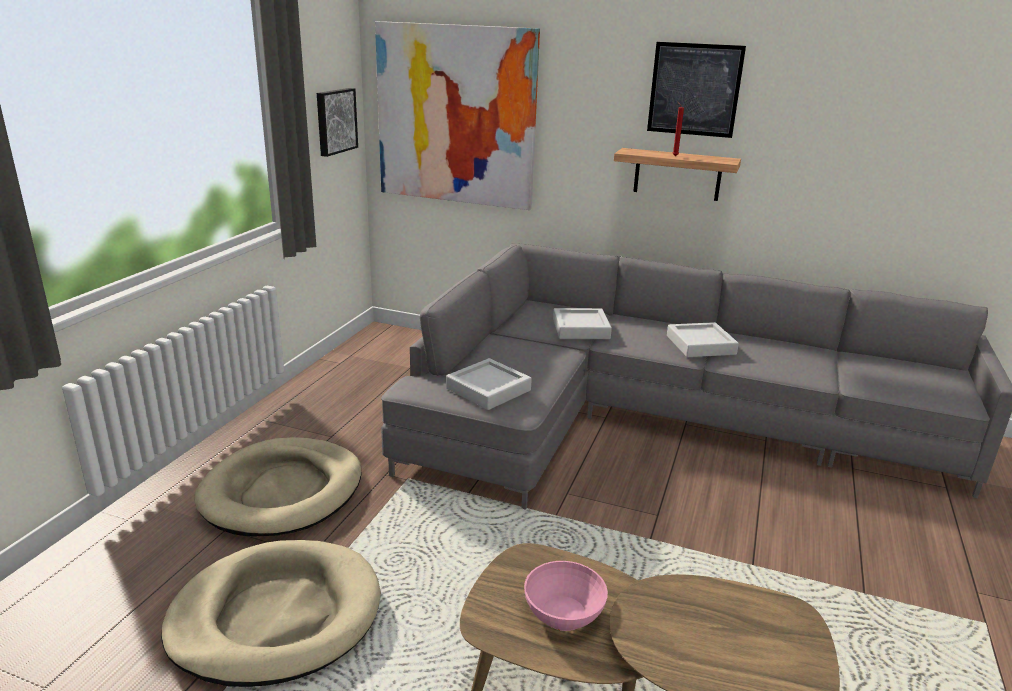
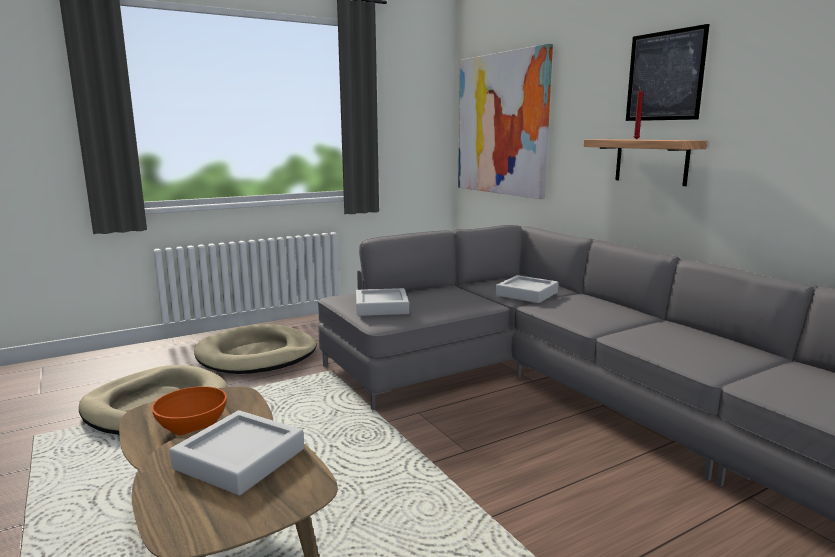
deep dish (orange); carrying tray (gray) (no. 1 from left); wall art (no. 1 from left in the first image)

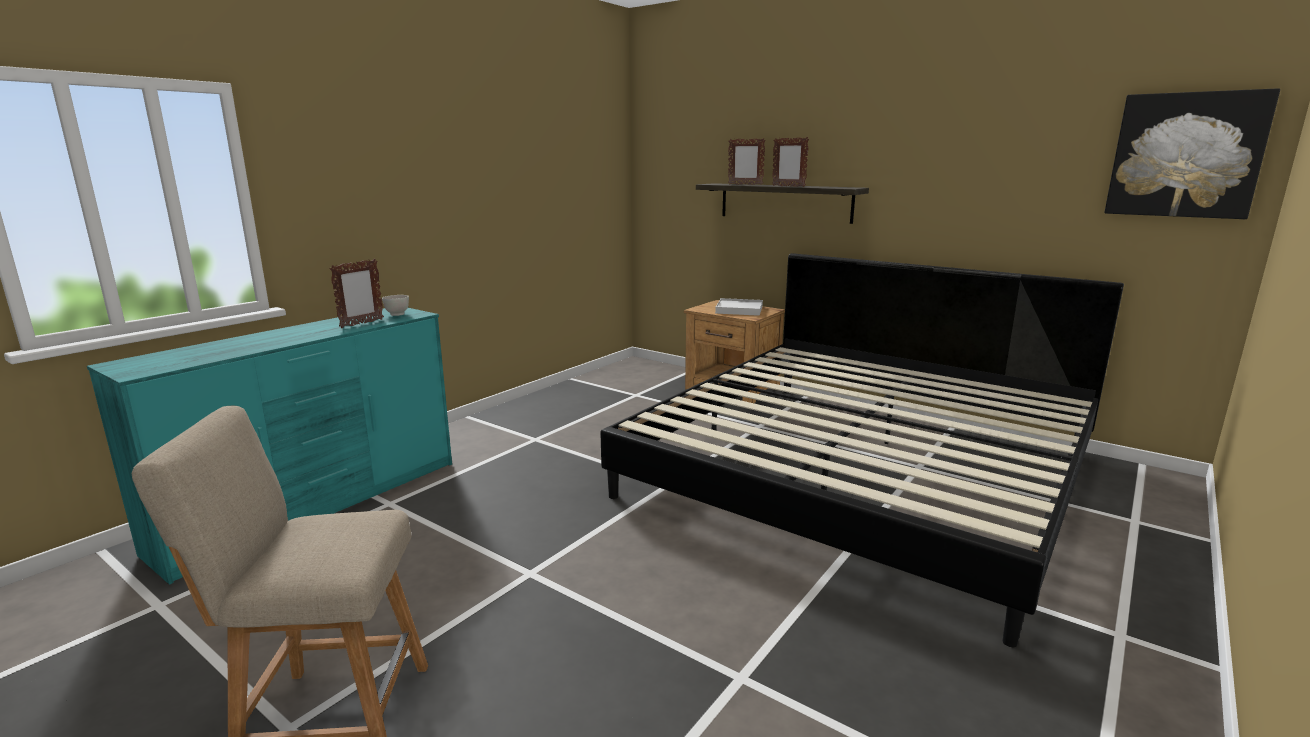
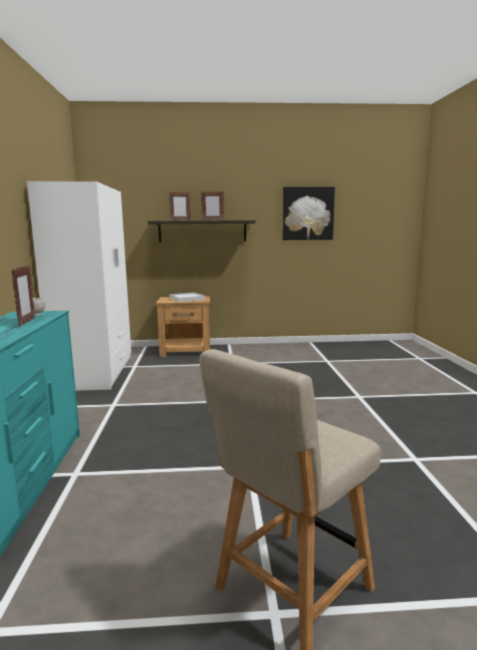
clothes cupboard (whitish); wall art; sleeping bed

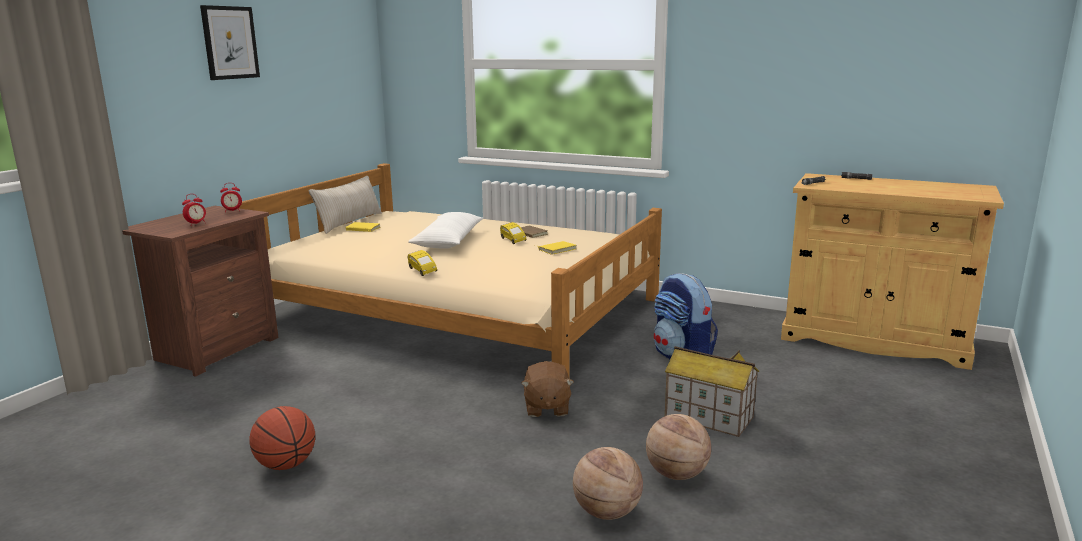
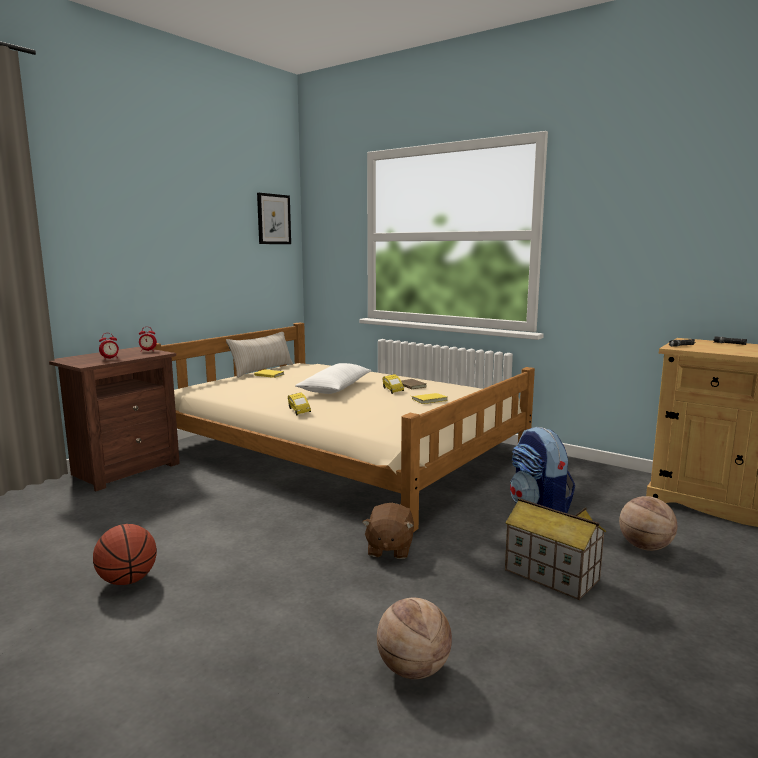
wall art; ball for basketball (no. 3 from left)

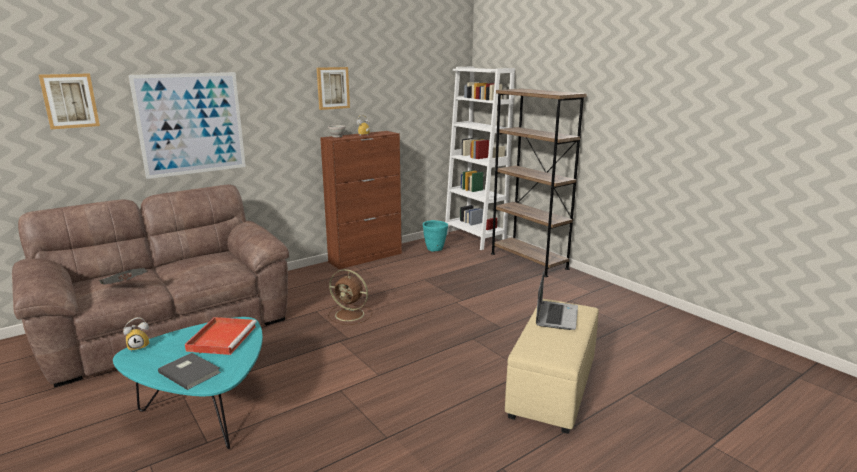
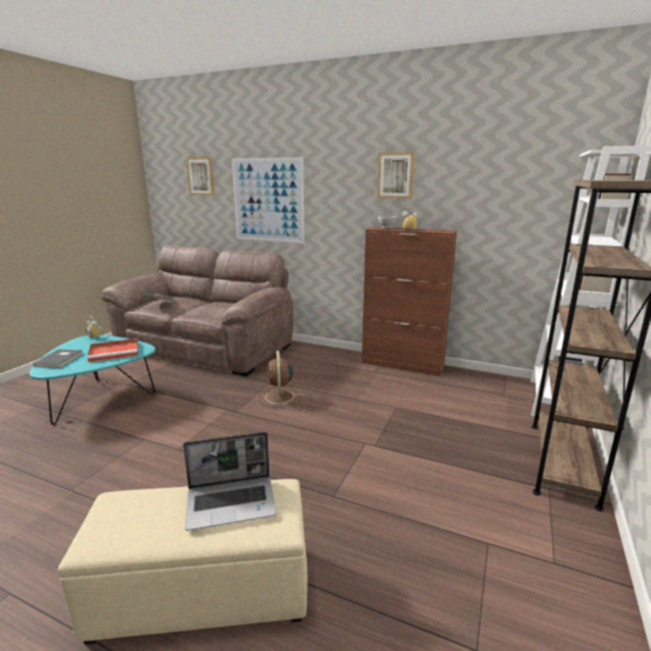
planter (turquoise)

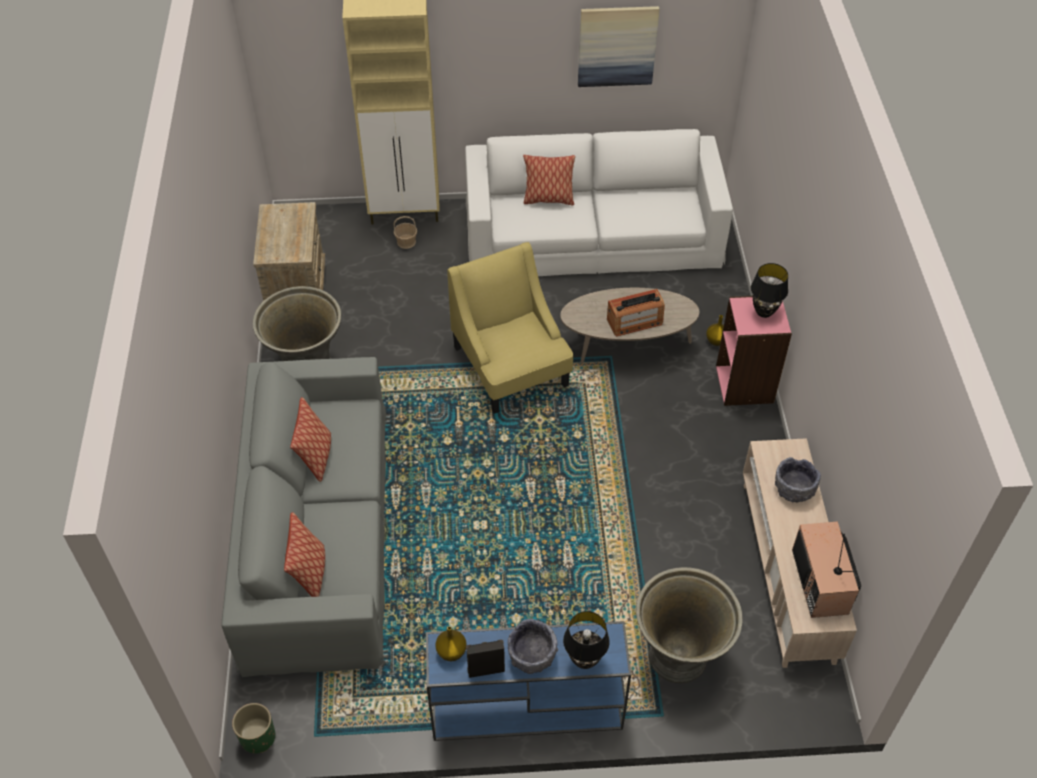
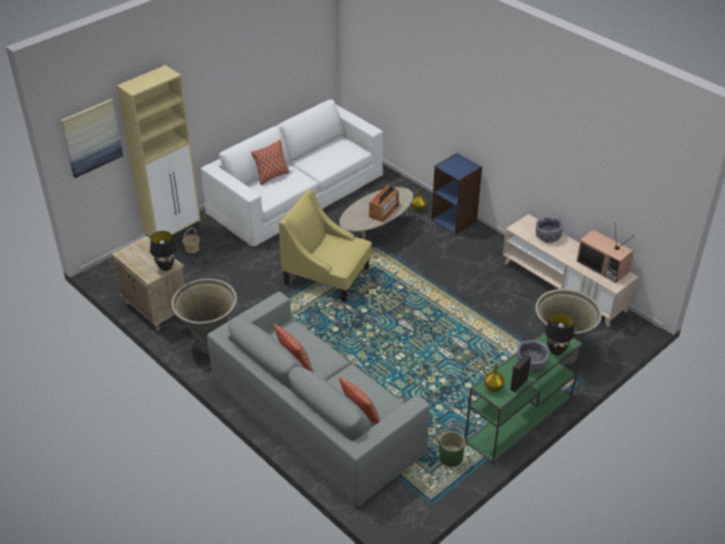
wall art; table lamp (blackish) (no. 1 from left); bookcase (blue-coloured); planter (greenish); console table (greenish)

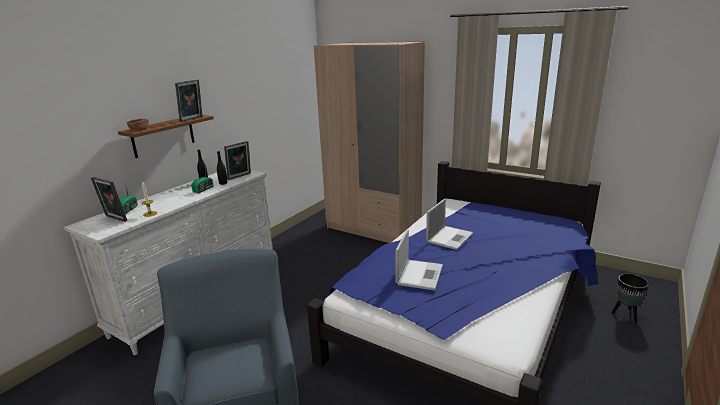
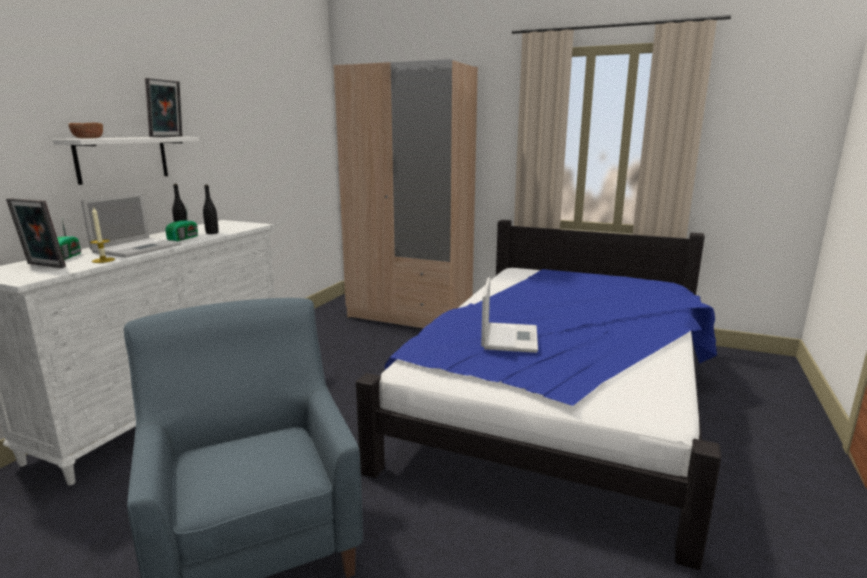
shelf (whitish); notebook computer (no. 1 from left); standing frame (no. 3 from left in the first image); planter (blackish)

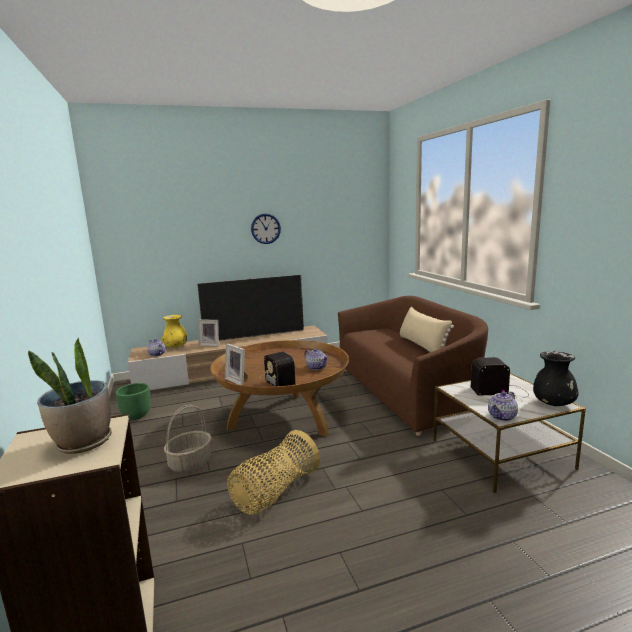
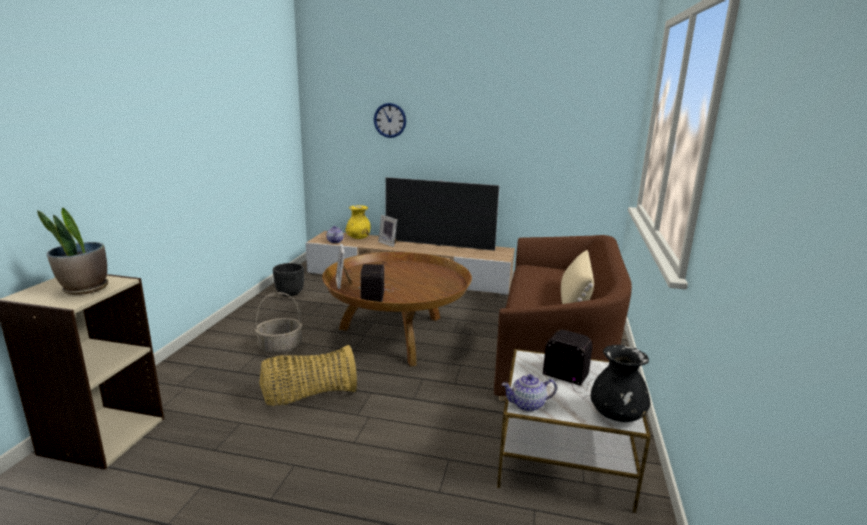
planter (blackish); hanging clock; pot for tea (no. 2 from left in the first image)

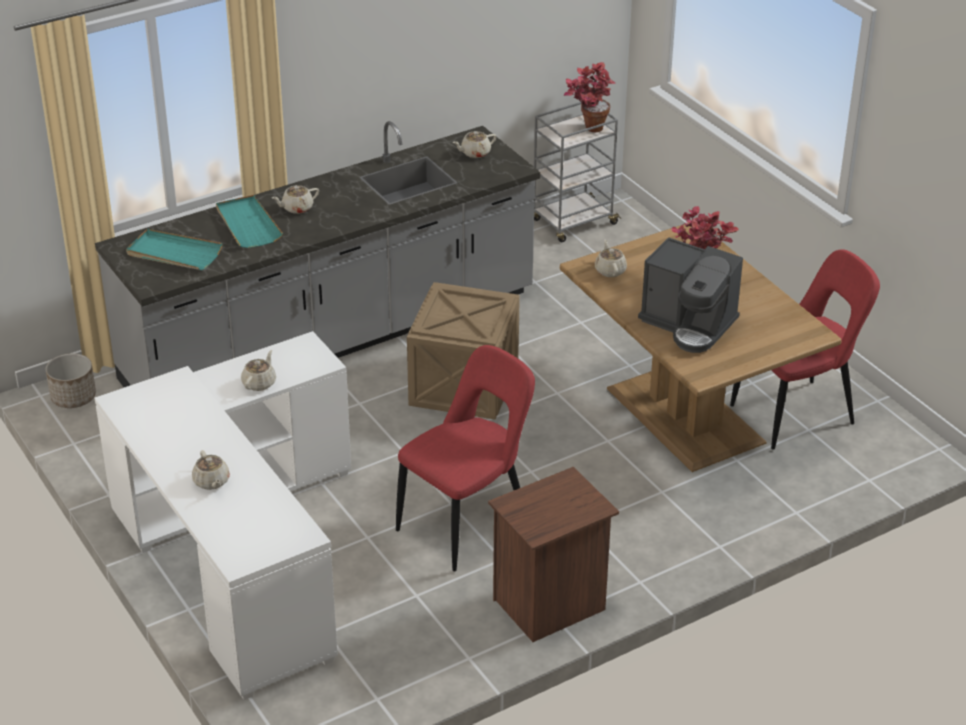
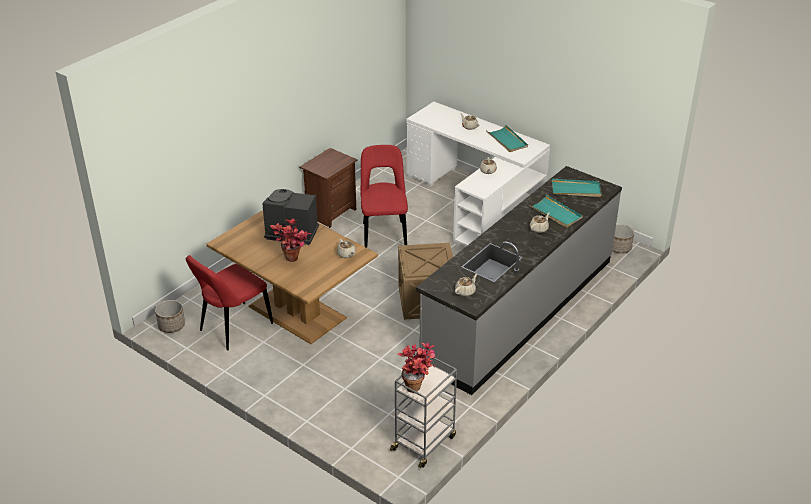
planter (no. 1 from left); upright chair (reddish) (no. 2 from left); carrying tray (turquoise) (no. 1 from left)

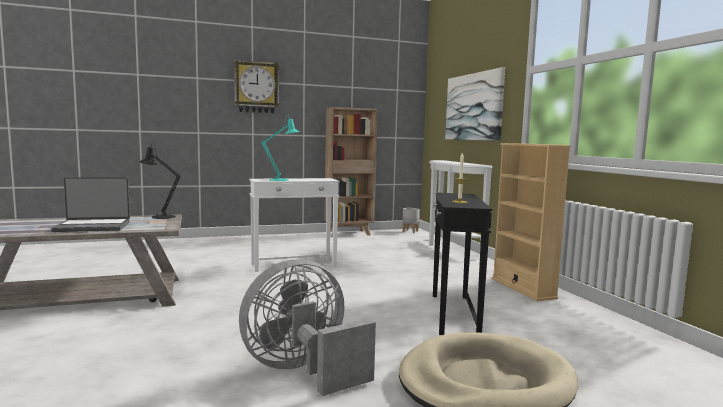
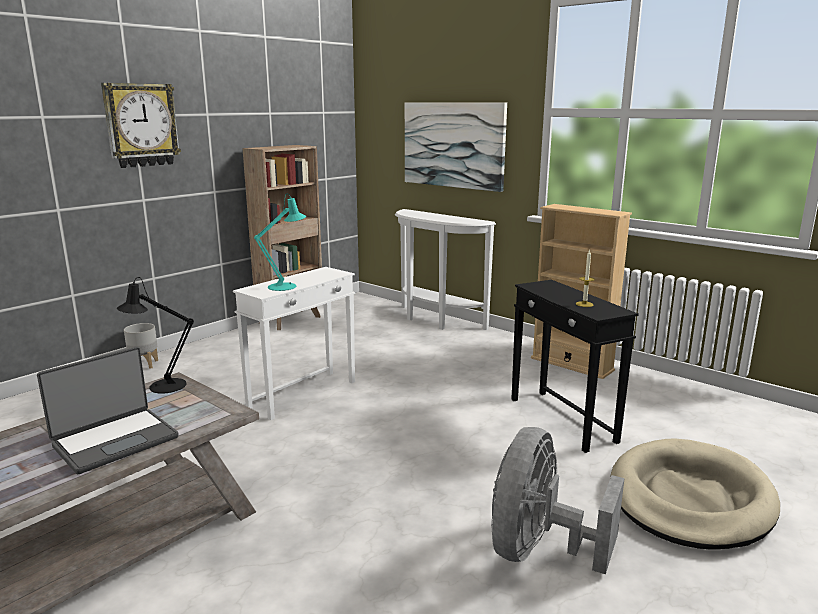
planter (gray)

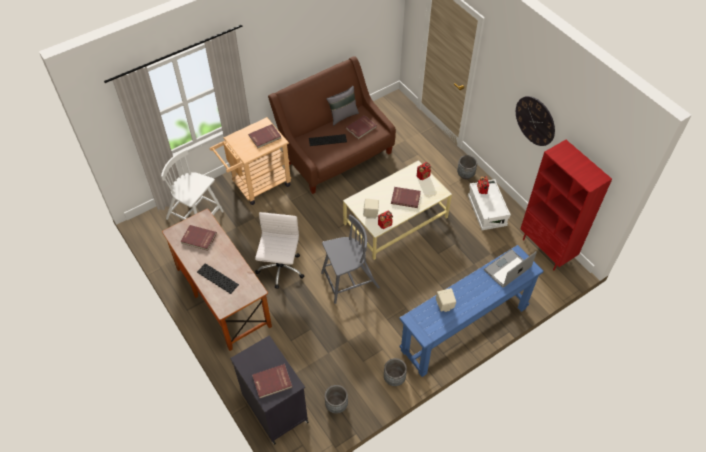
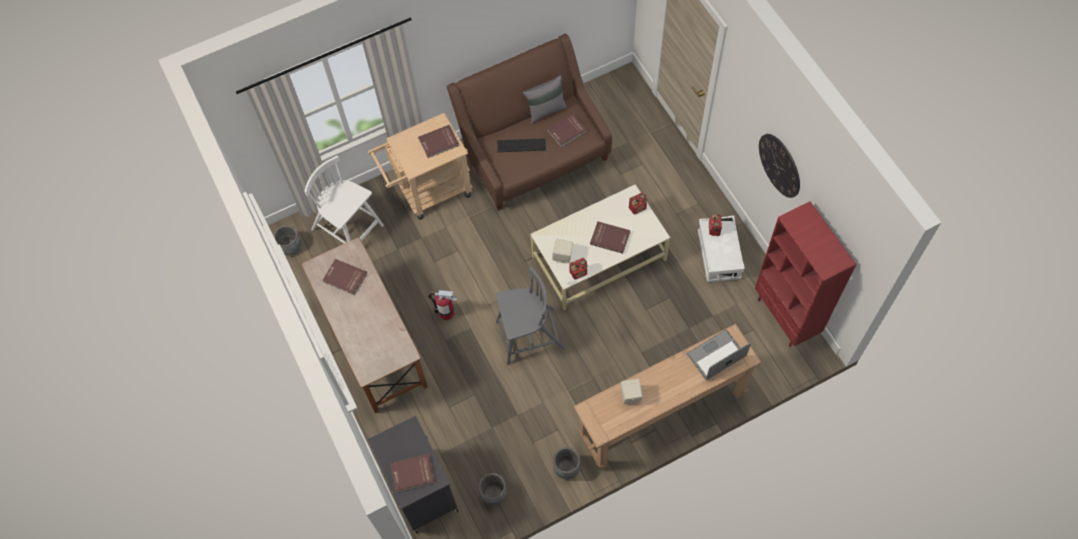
planter (gray) (no. 1 from left); fire extinguisher; console table (brownish); keyboard (no. 1 from left in the first image)

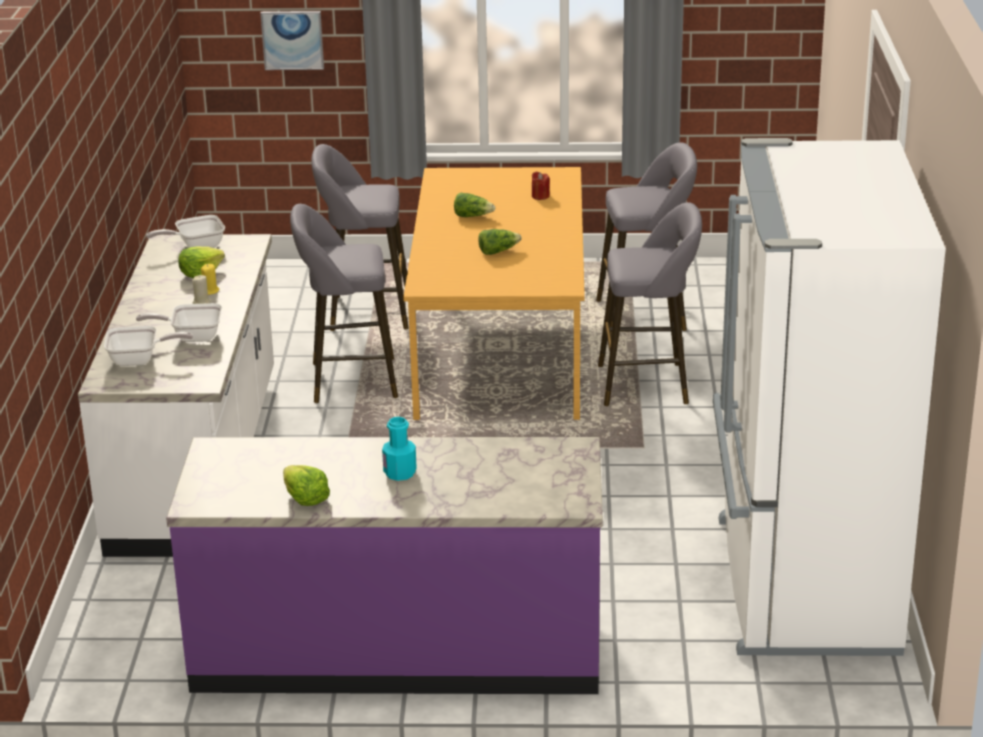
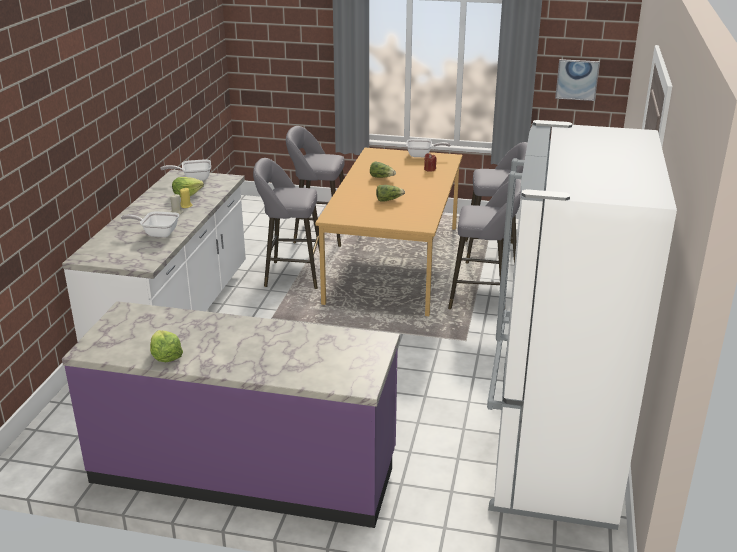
frying pan (no. 3 from left); wall art; bottle (turquoise)

